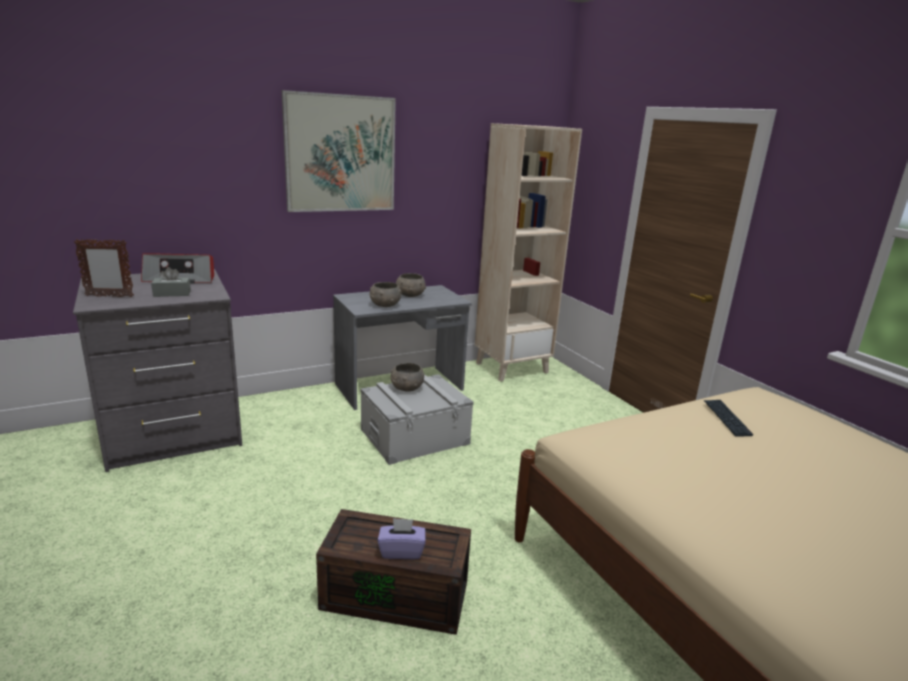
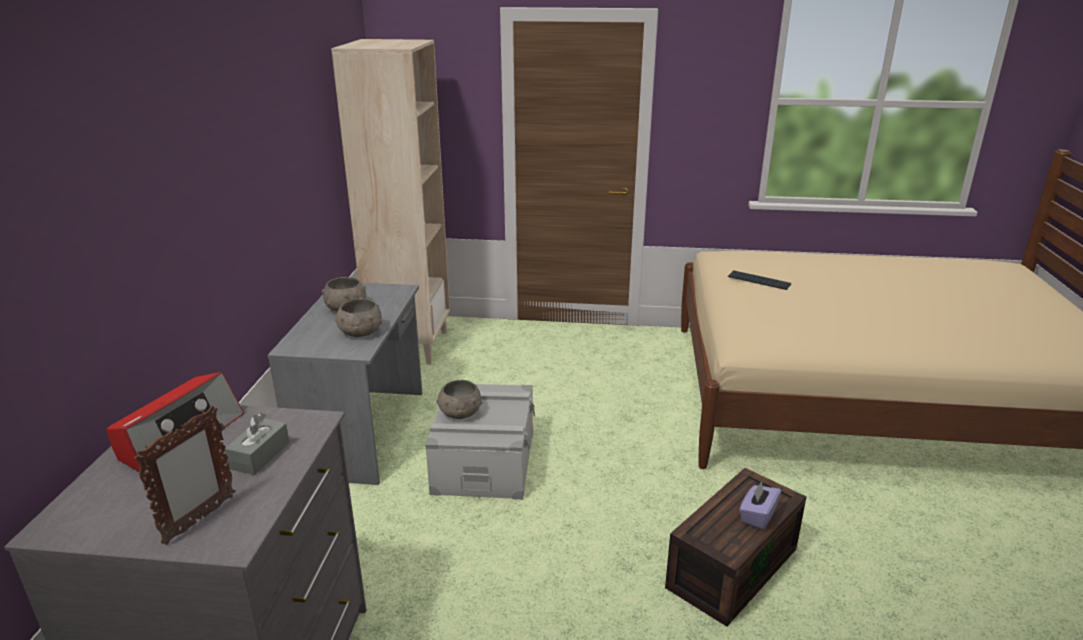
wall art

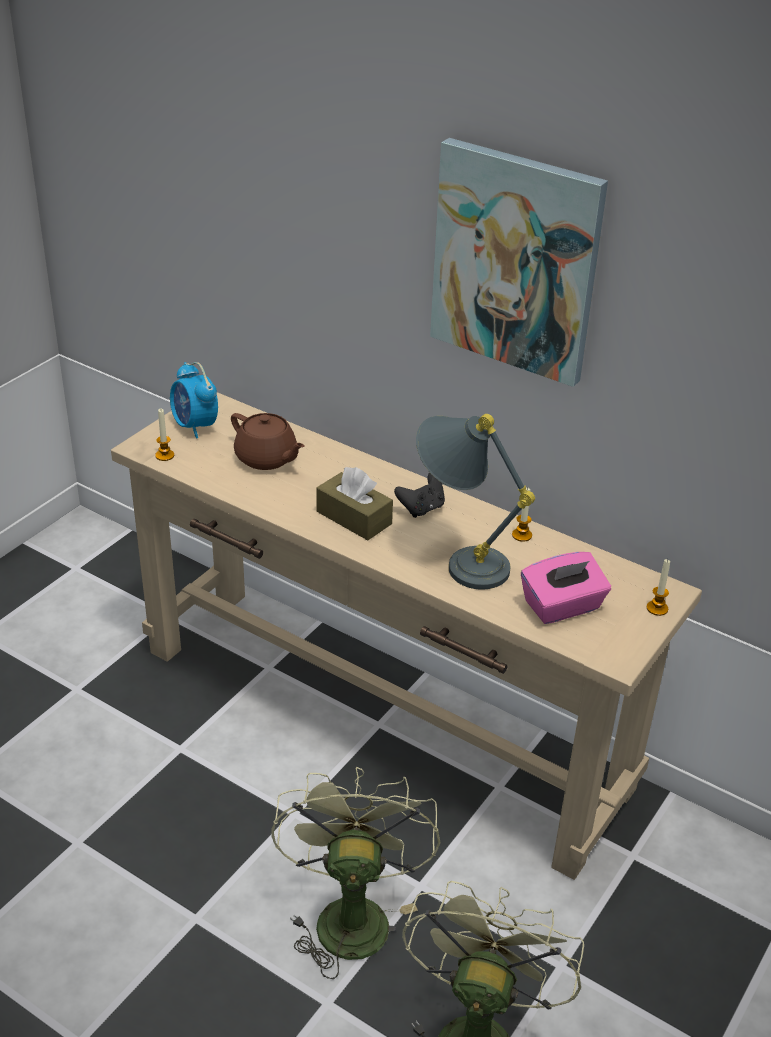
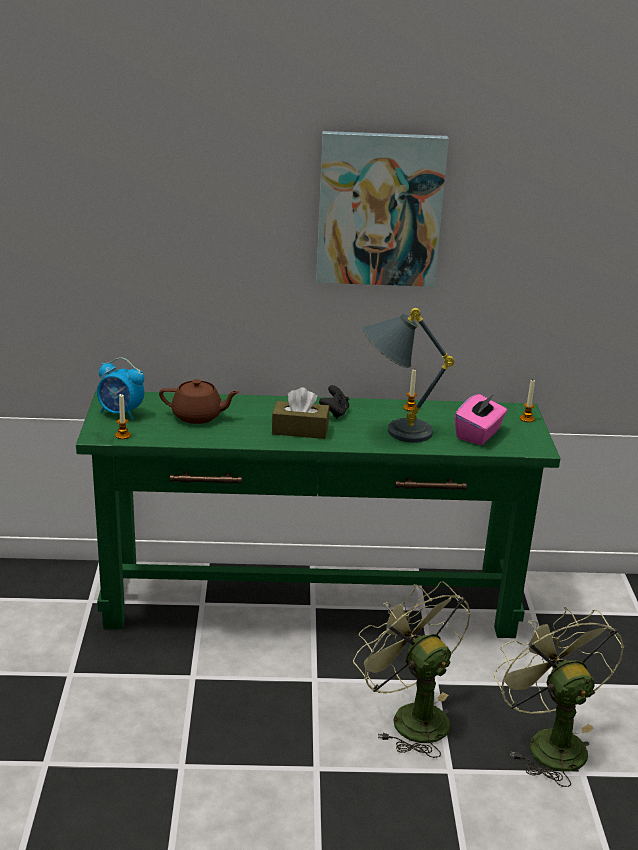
console table (greenish)

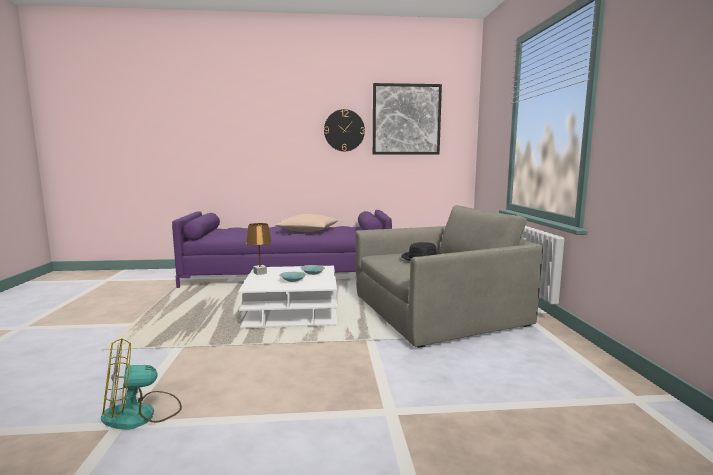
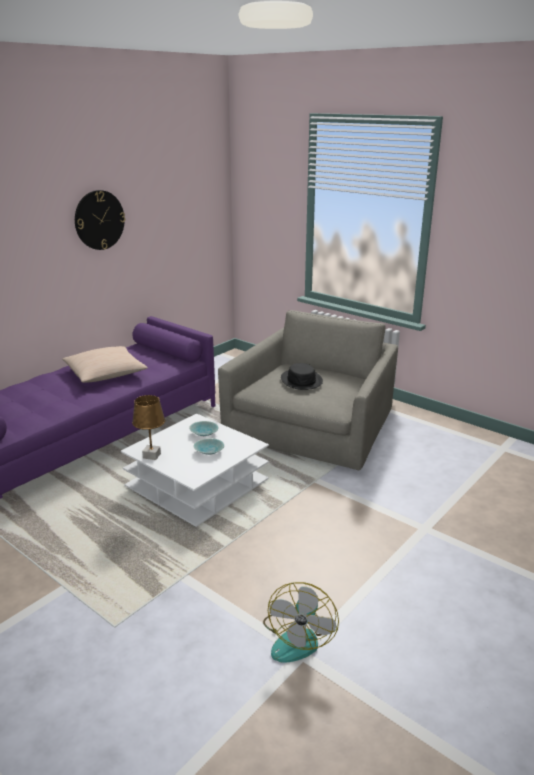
wall art

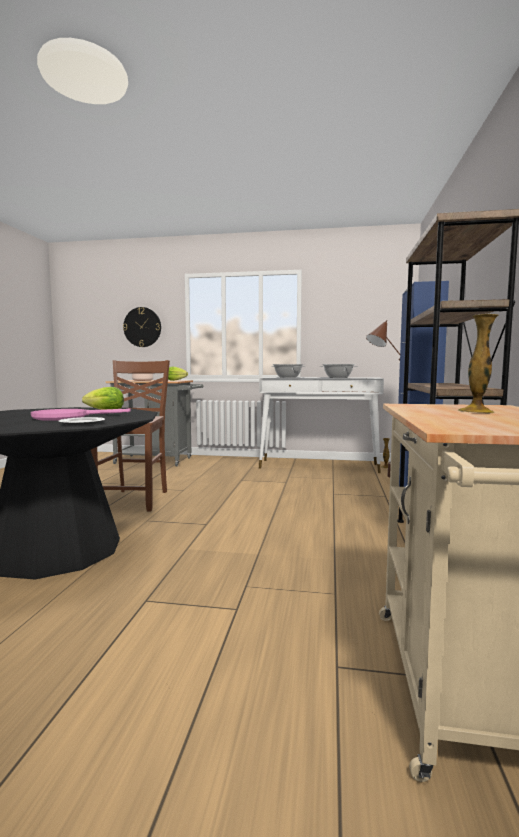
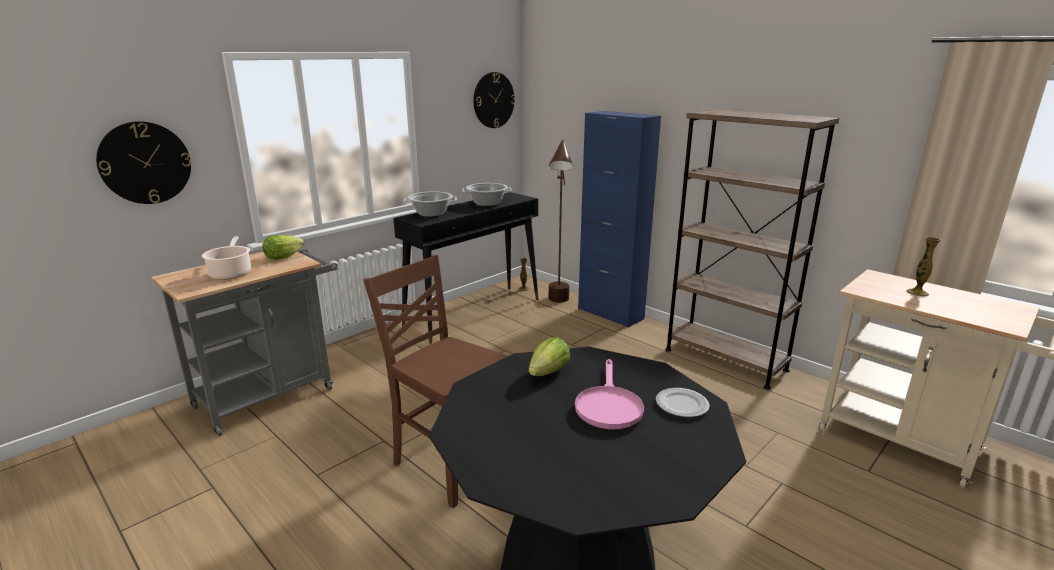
console table (blackish); hanging clock (no. 2 from left)

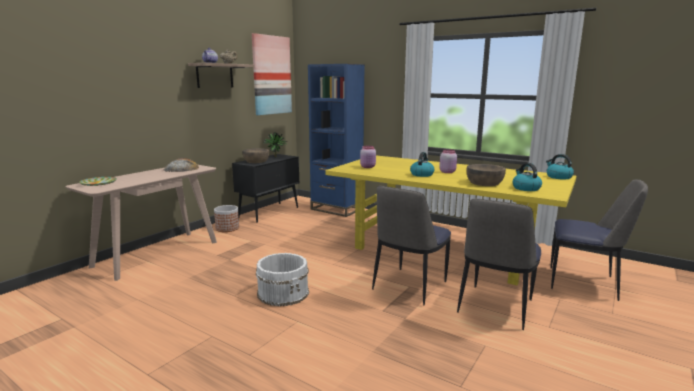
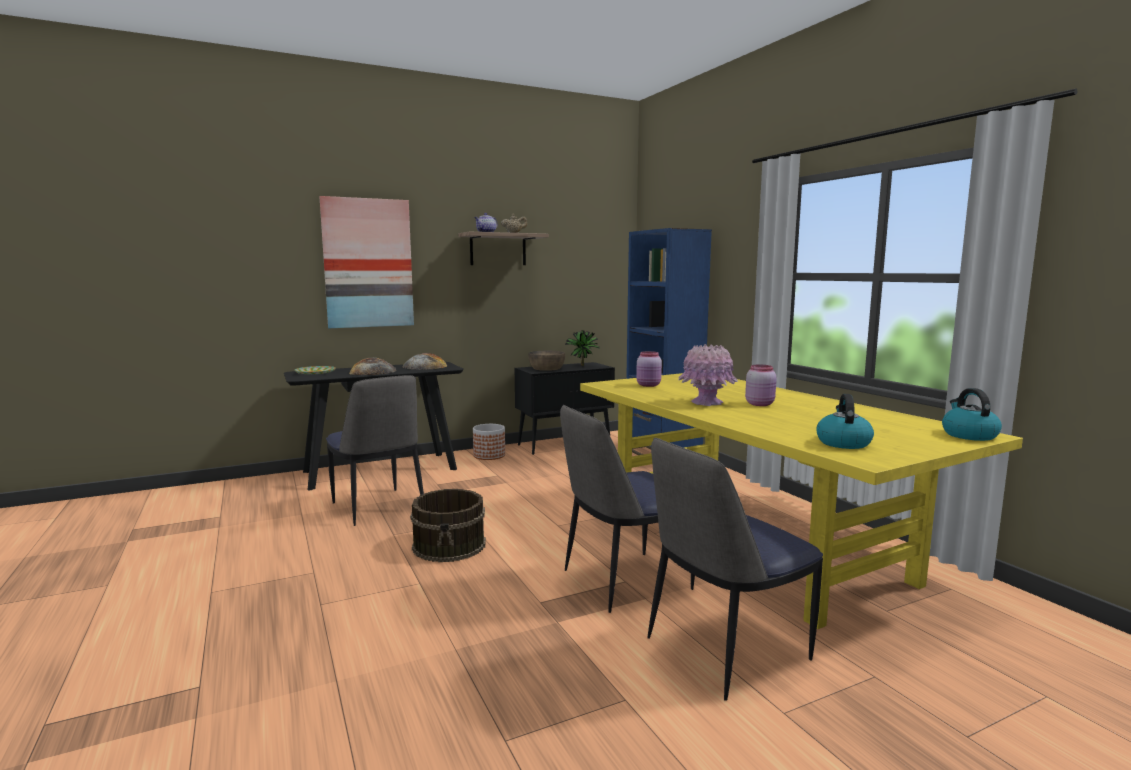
console table (blackish); wall art; upright chair (no. 1 from left); bakery bread (no. 1 from left); water bucket (brownish); decorative vase (pink-coloured); deep dish (brownish) (no. 2 from left in the first image)

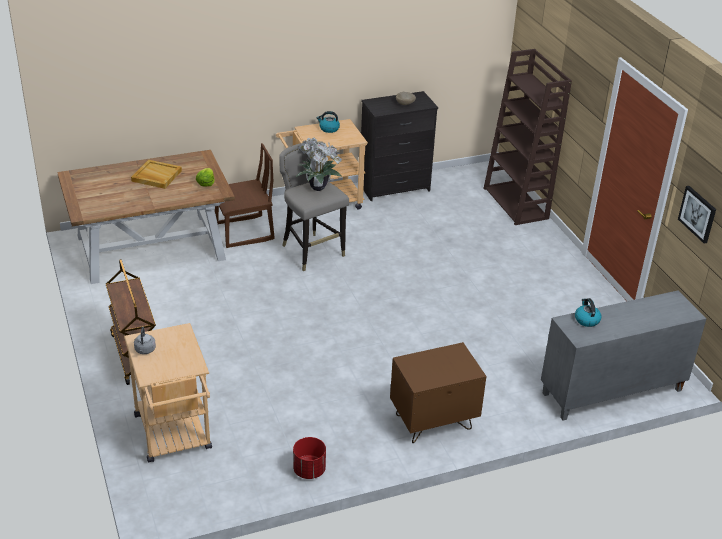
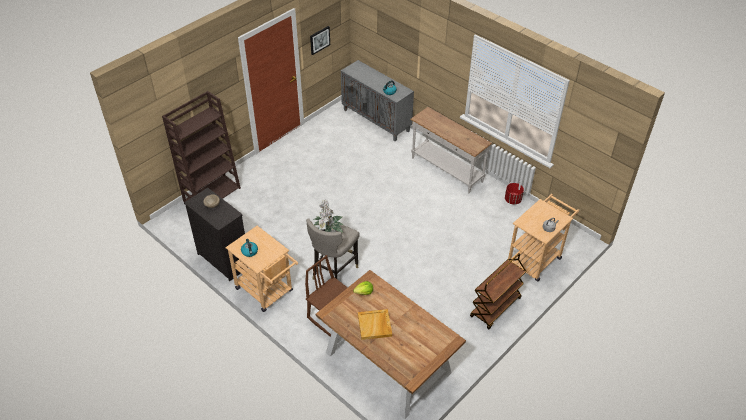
console table (whitish)

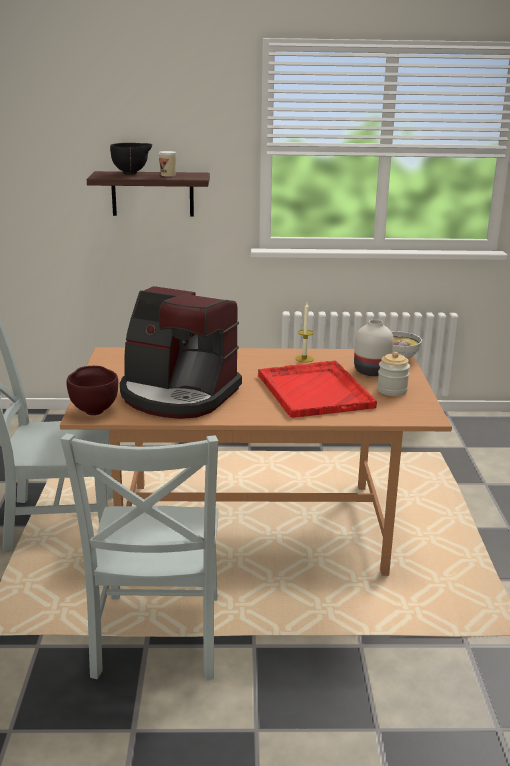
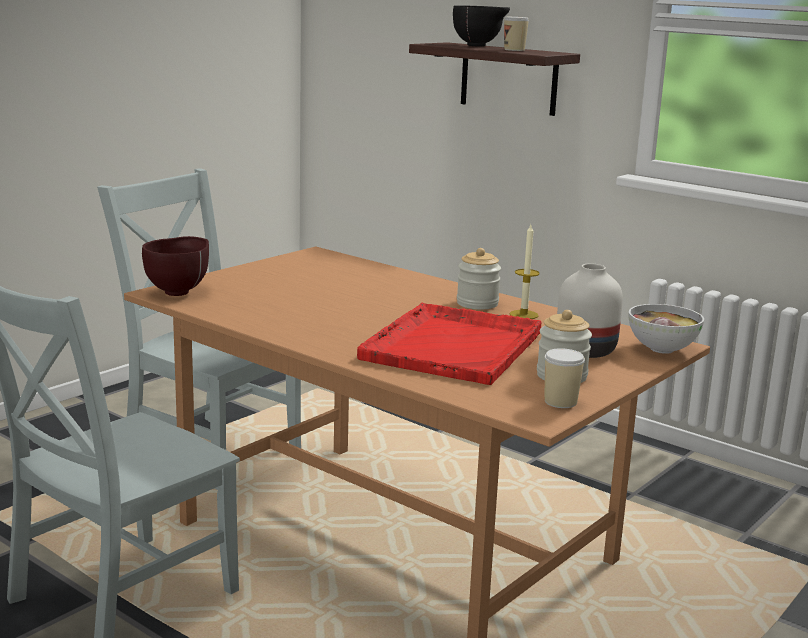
storage jar (no. 1 from left); drinking cup (no. 2 from left); coffee maker

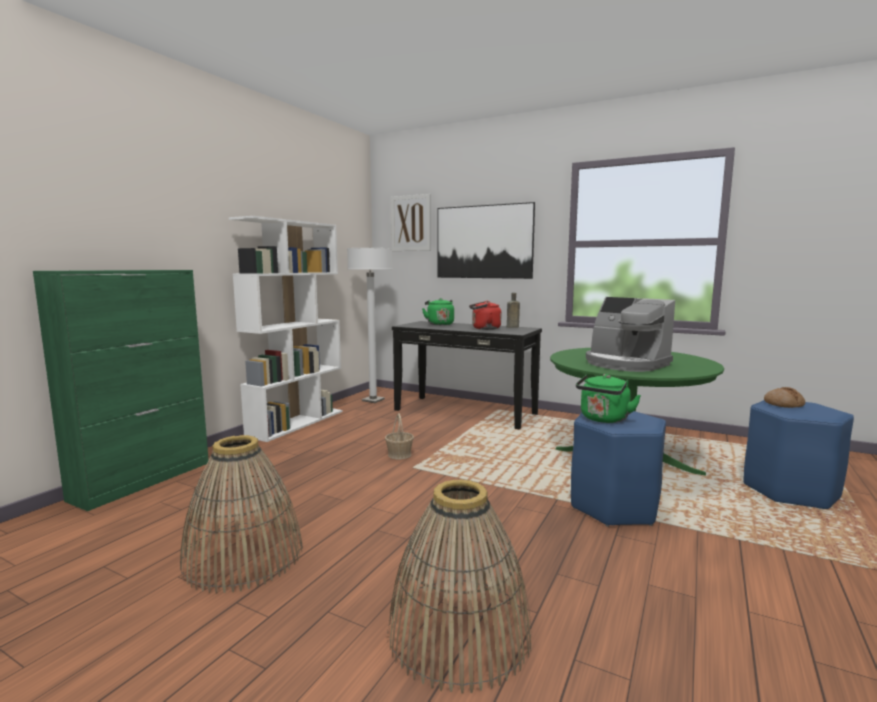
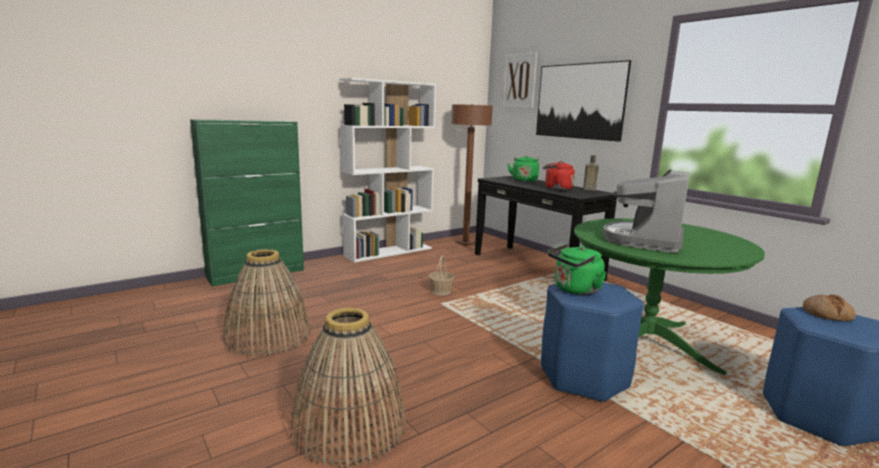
standard lamp (brownish); coffee maker

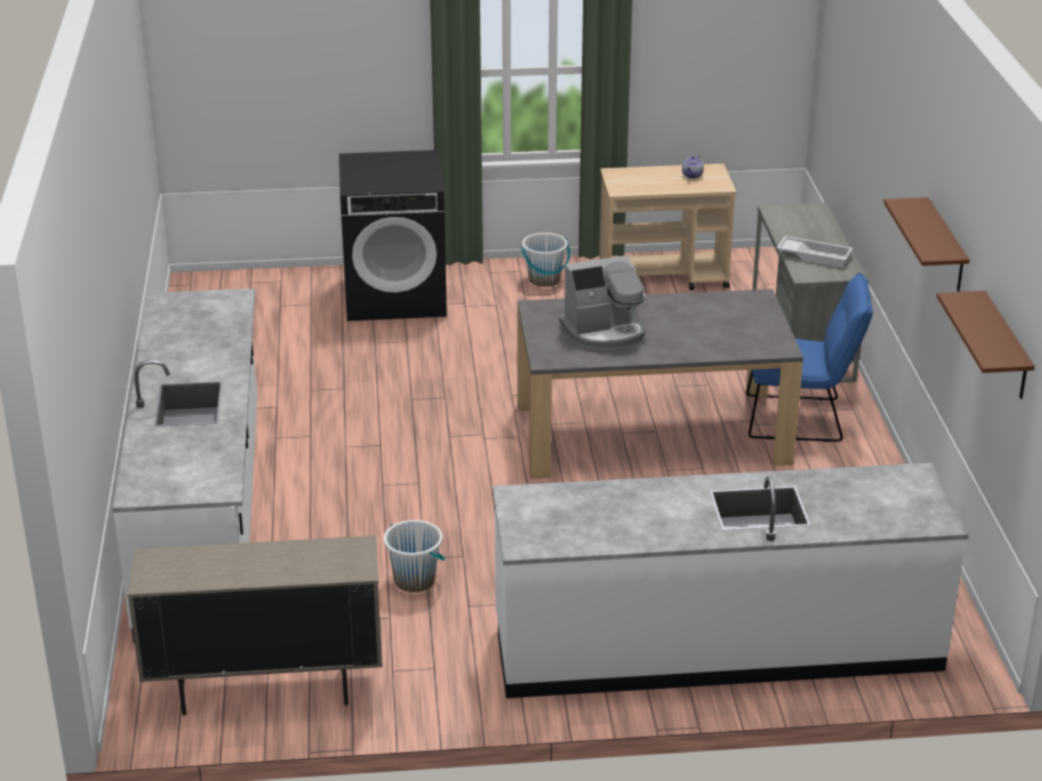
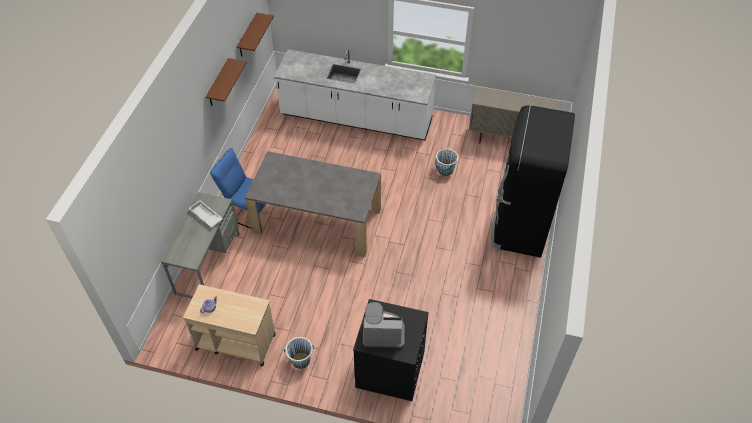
coffee maker; fridge (blackish)

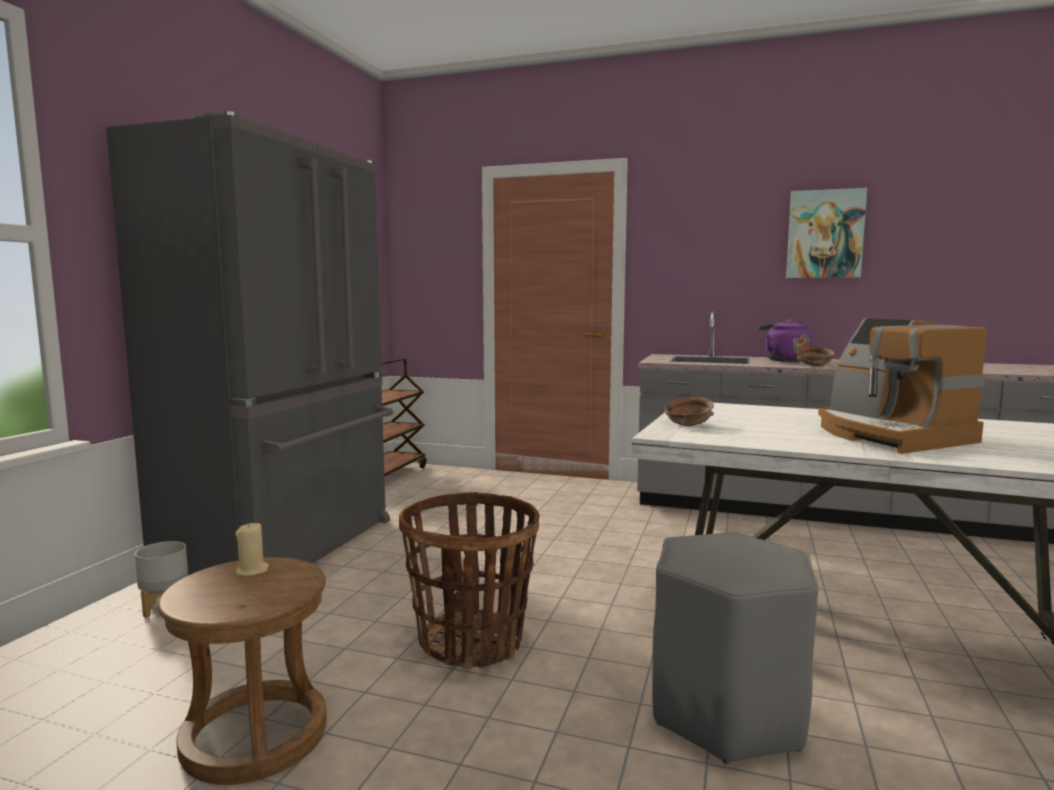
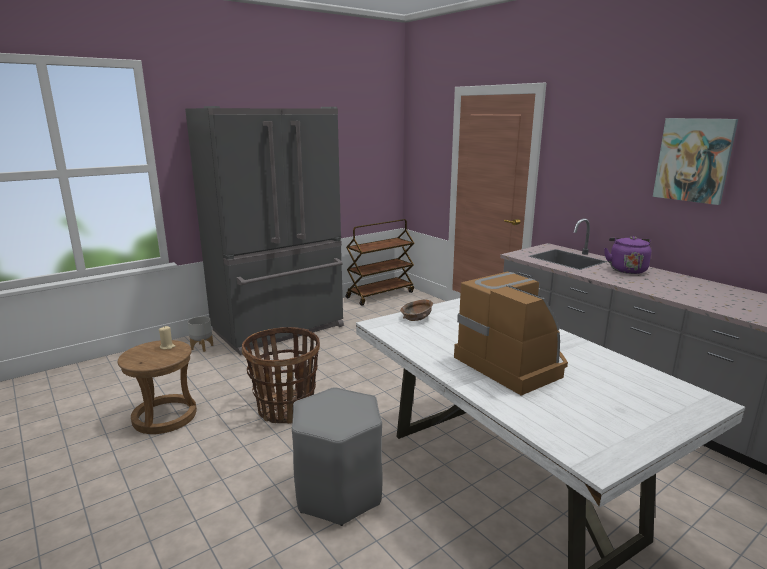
coffee maker; deep dish (brownish) (no. 2 from left in the first image)

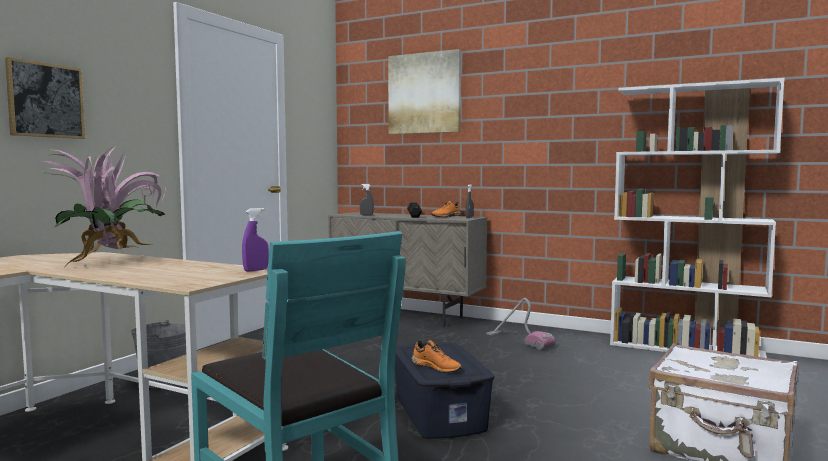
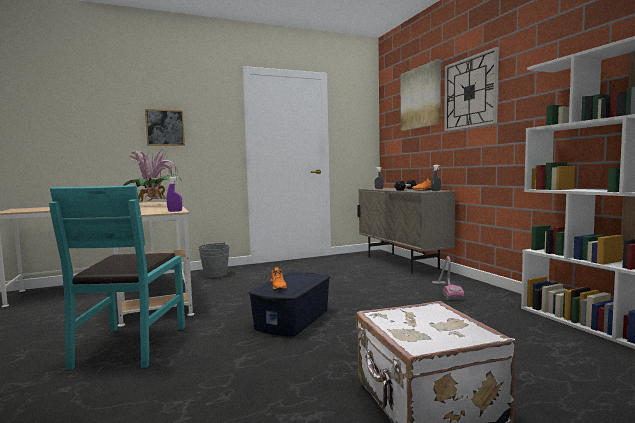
hanging clock

